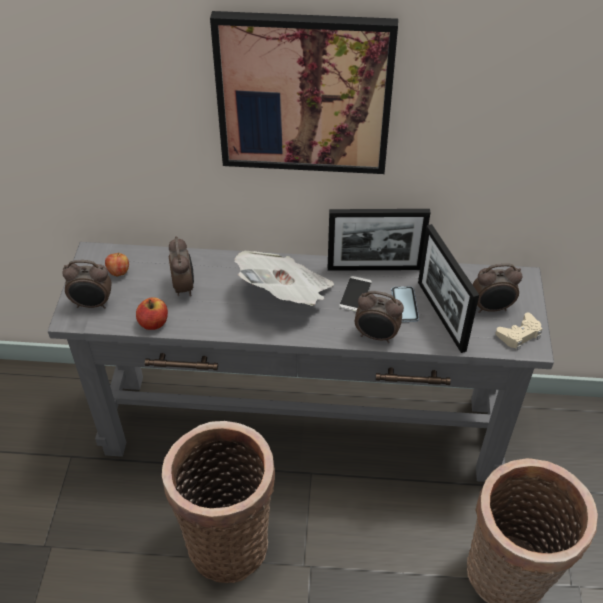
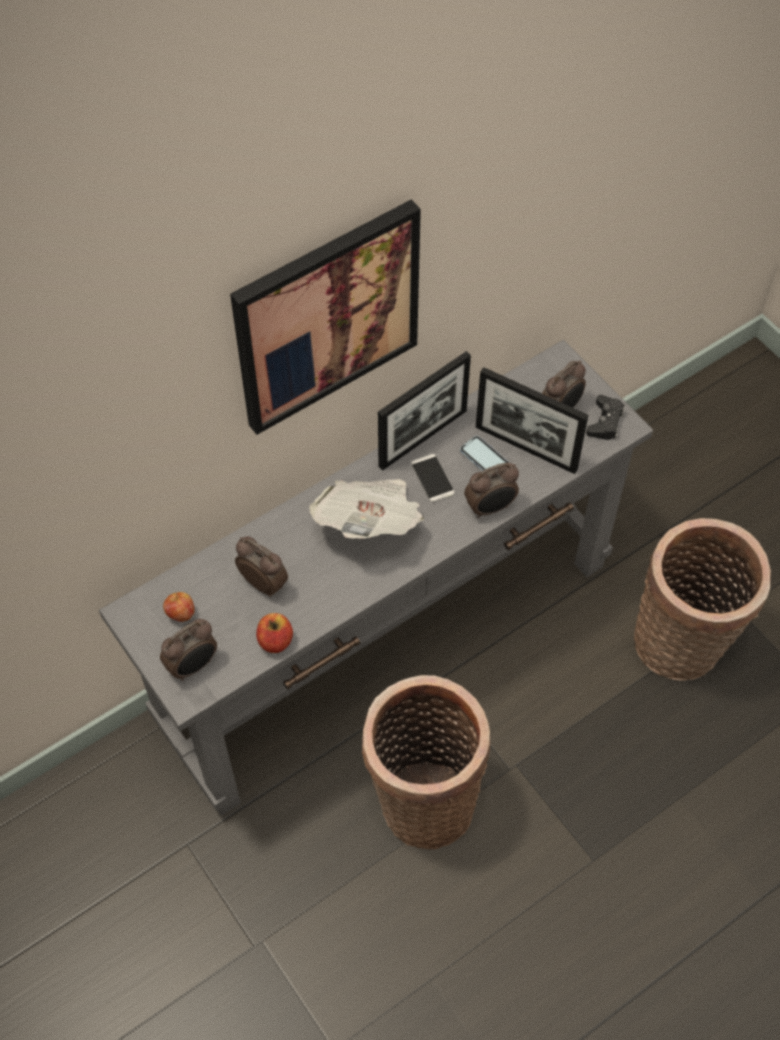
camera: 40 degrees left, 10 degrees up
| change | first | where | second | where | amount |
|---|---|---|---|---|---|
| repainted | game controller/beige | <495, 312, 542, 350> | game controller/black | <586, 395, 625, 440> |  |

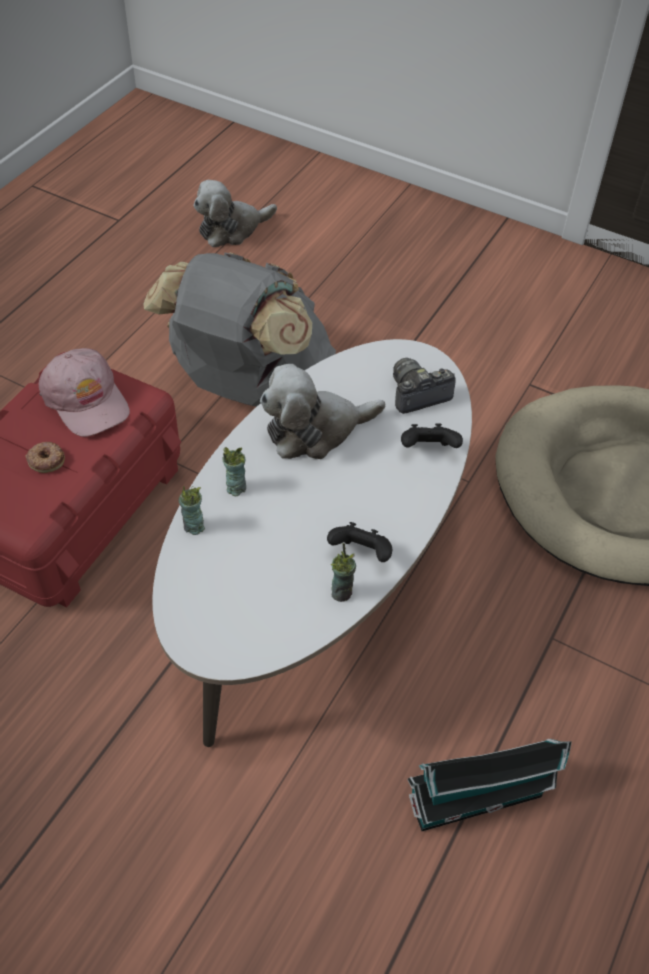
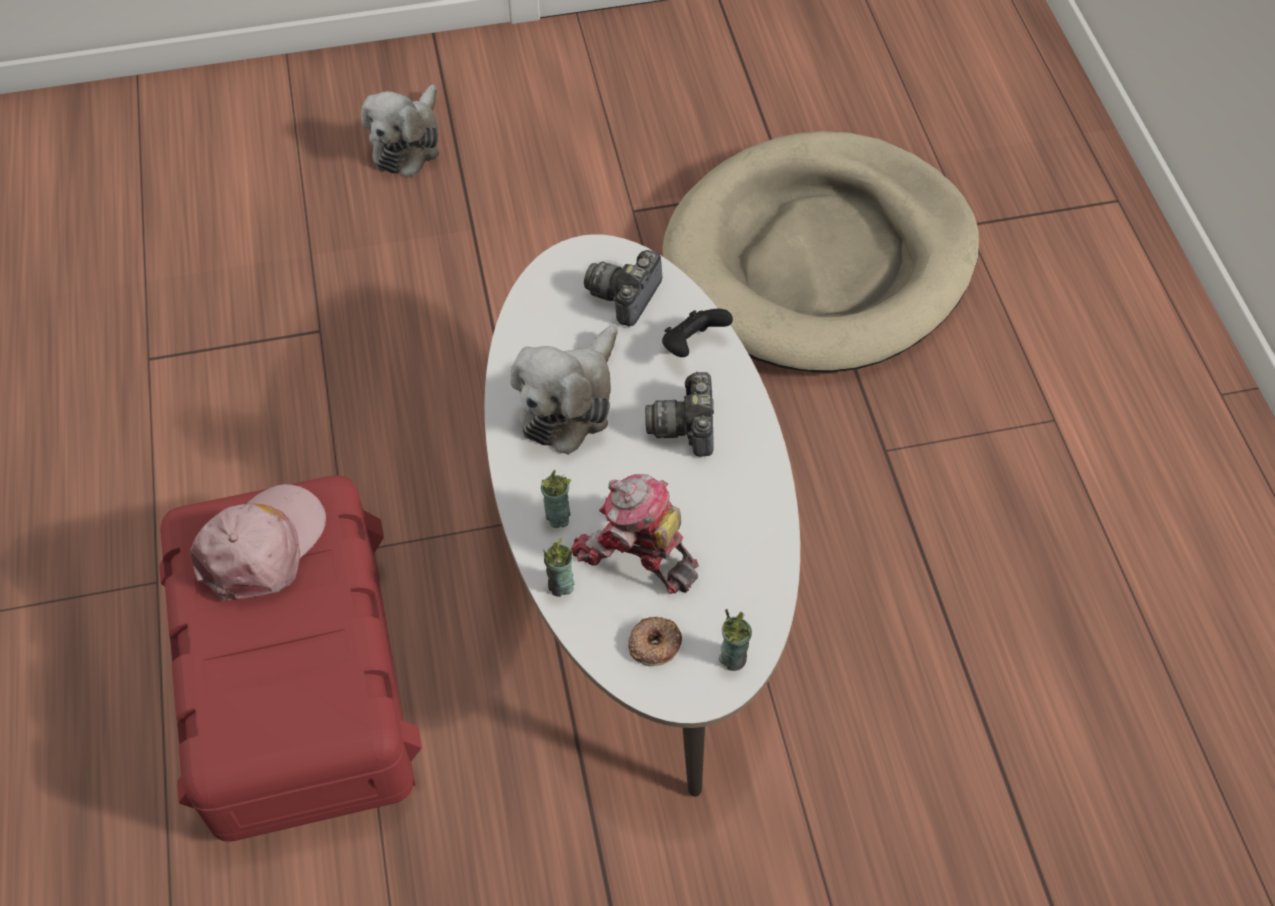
camera: 40 degrees left, 5 degrees up
| change | first | where | second | where | amount |
|---|---|---|---|---|---|
| shifted | donut | <25, 442, 65, 473> |  | <628, 617, 682, 666> |  |
| rotated | cap/pink | <39, 348, 130, 437> |  | <190, 484, 326, 601> | 75 degrees counterclockwise |
| gone | backpack/grey | <143, 252, 336, 407> |  |  |  |
| shifted | plush toy | <193, 180, 277, 247> |  | <361, 84, 440, 177> |  |
| gone | game controller/black | <327, 522, 392, 562> |  |  |  |
| shifted | cup | <331, 543, 356, 602> |  | <719, 609, 752, 671> |  |
| gone | toy house | <407, 739, 572, 831> |  |  |  |
| new |  |  | toy robot | <571, 474, 699, 594> |  |
| new |  |  | photo camera | <645, 371, 714, 457> |  |

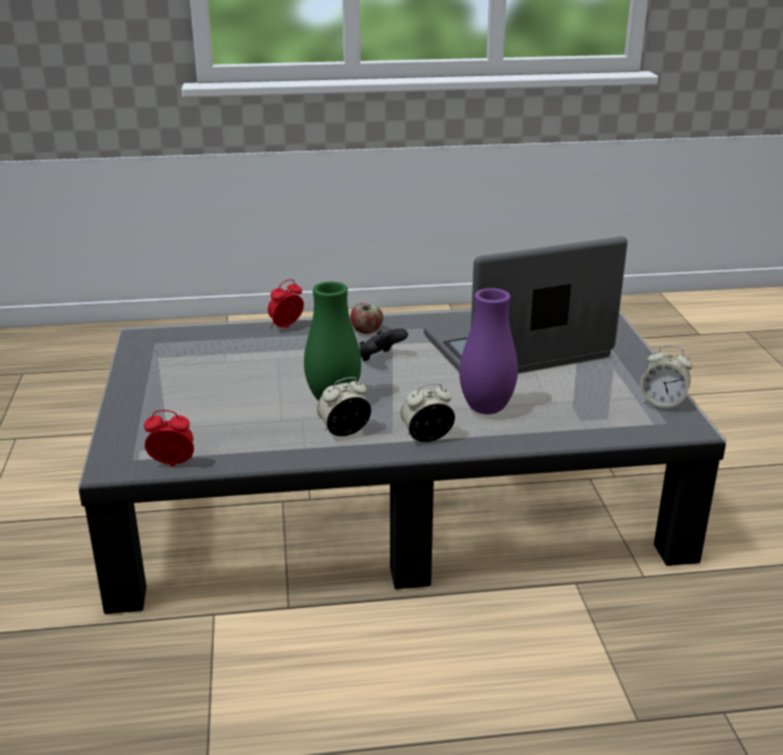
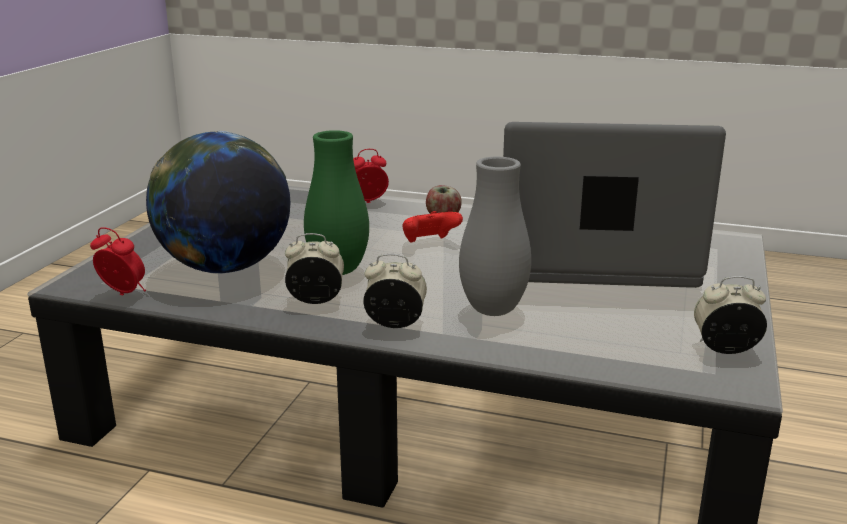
camera: 25 degrees right, 5 degrees down
| change | first | where | second | where | amount |
|---|---|---|---|---|---|
| repainted | game controller/black | <359, 328, 408, 361> | game controller/red | <403, 211, 463, 243> |  |
| repainted | vase/purple | <459, 288, 518, 414> | vase/grey | <459, 157, 531, 316> |  |
| rotated | alarm clock | <640, 345, 692, 410> |  | <694, 276, 767, 354> | 135 degrees clockwise |
| new |  |  | globe | <146, 131, 291, 274> |  |

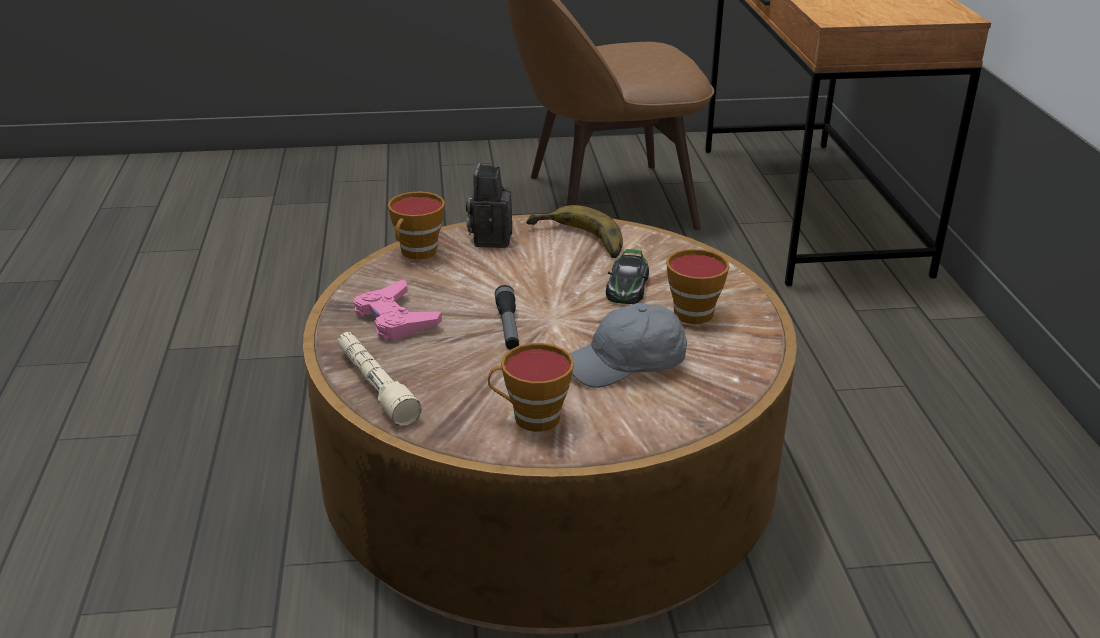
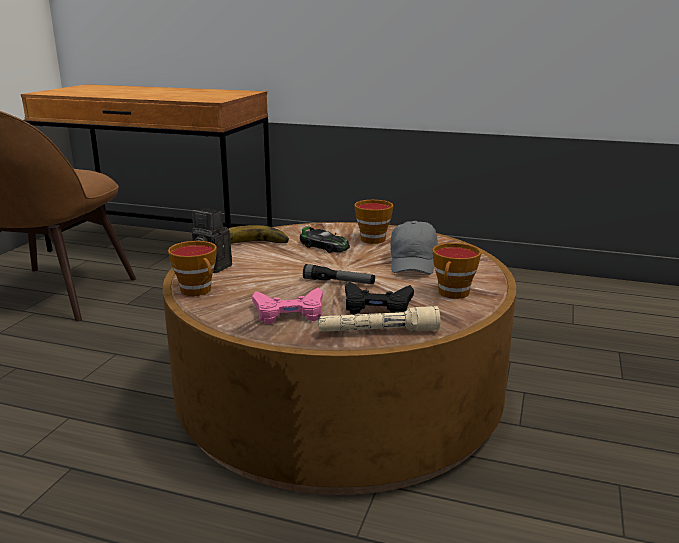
camera: 65 degrees left, 10 degrees down
| change | first | where | second | where | amount |
|---|---|---|---|---|---|
| new |  |  | game controller/black | <345, 282, 414, 315> |  |

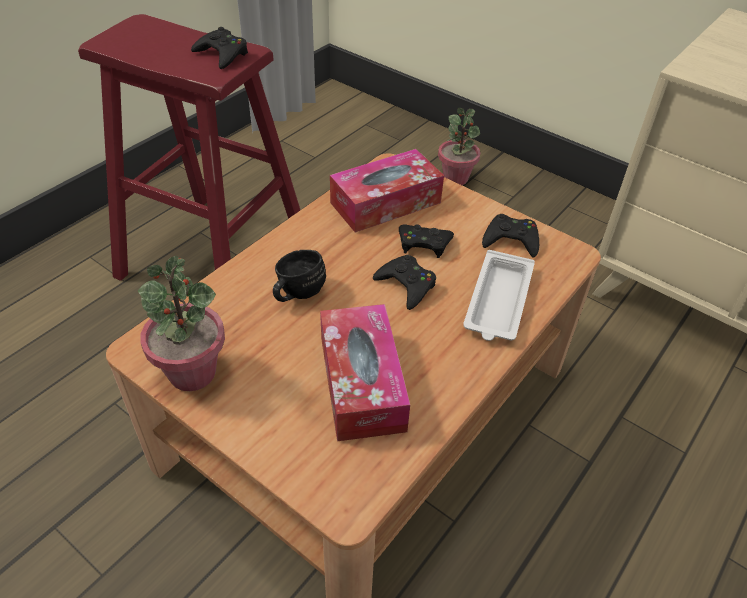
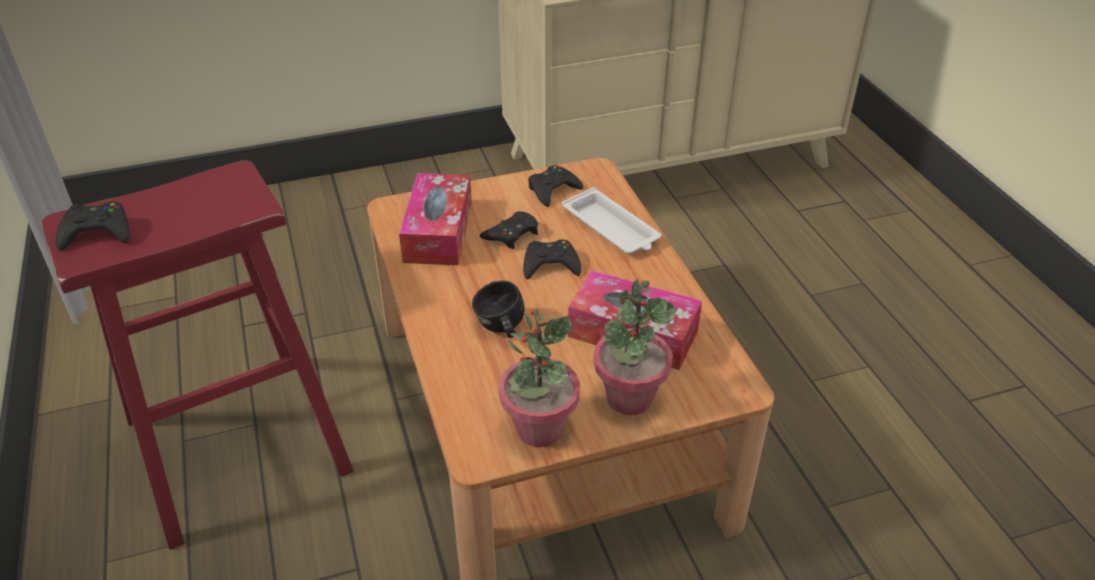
camera: 55 degrees left, 5 degrees down
| change | first | where | second | where | amount |
|---|---|---|---|---|---|
| shifted | game controller/black | <191, 27, 248, 69> |  | <55, 202, 130, 251> |  |
| shifted | potted plant | <438, 108, 481, 185> |  | <593, 279, 677, 415> |  |

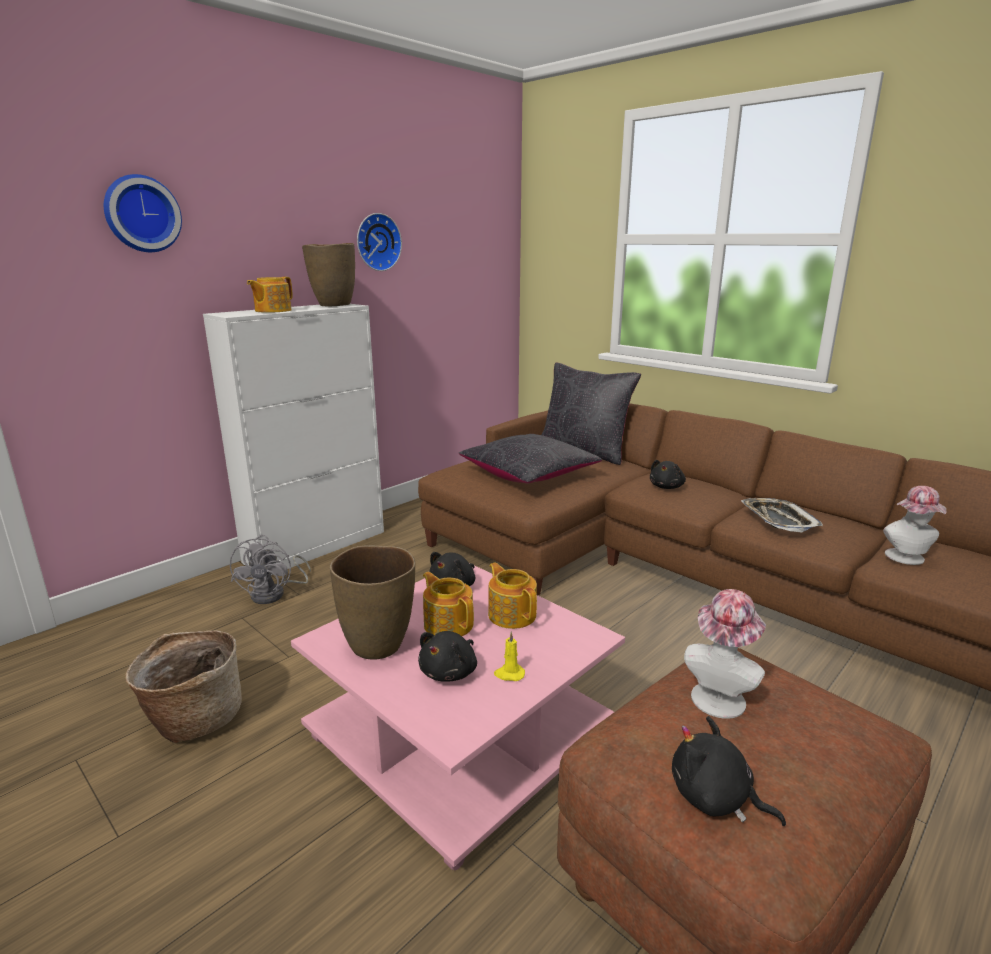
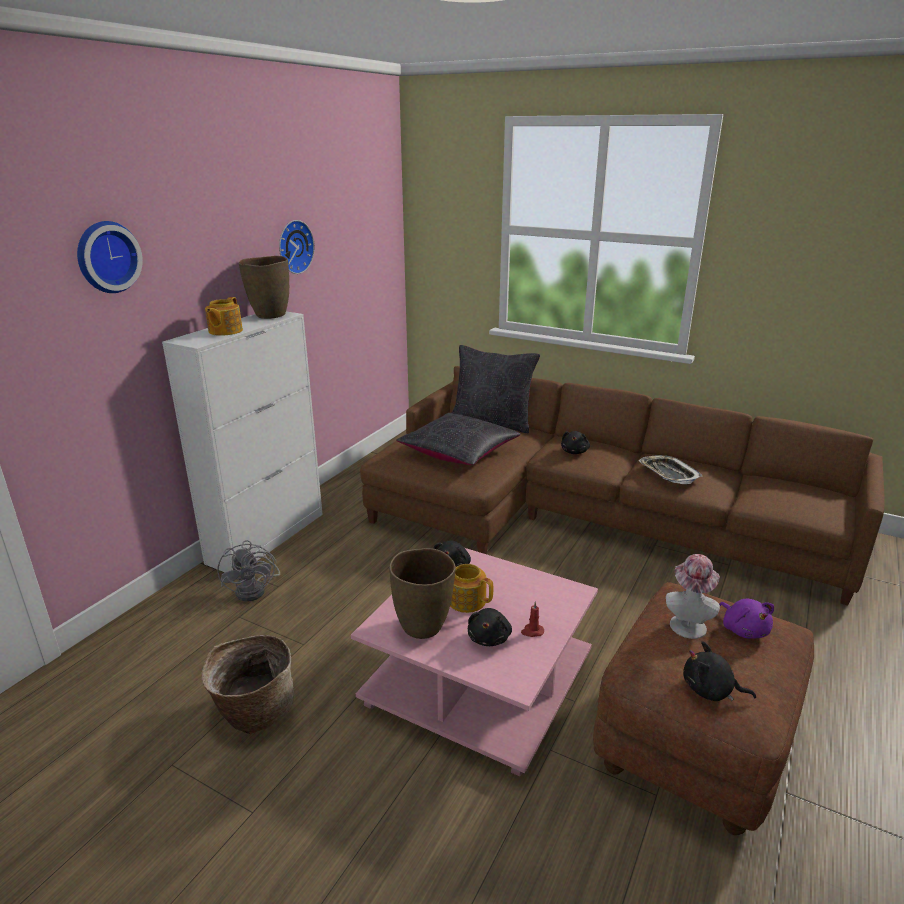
camera: 15 degrees left, 5 degrees up
| change | first | where | second | where | amount |
|---|---|---|---|---|---|
| gone | teapot | <488, 563, 537, 629> |  |  |  |
| repainted | candle/yellow | <494, 632, 525, 681> | candle/red | <521, 601, 544, 637> |  |
| gone | hat | <883, 486, 947, 565> |  |  |  |
| new |  |  | plush toy/purple | <719, 599, 774, 639> |  |

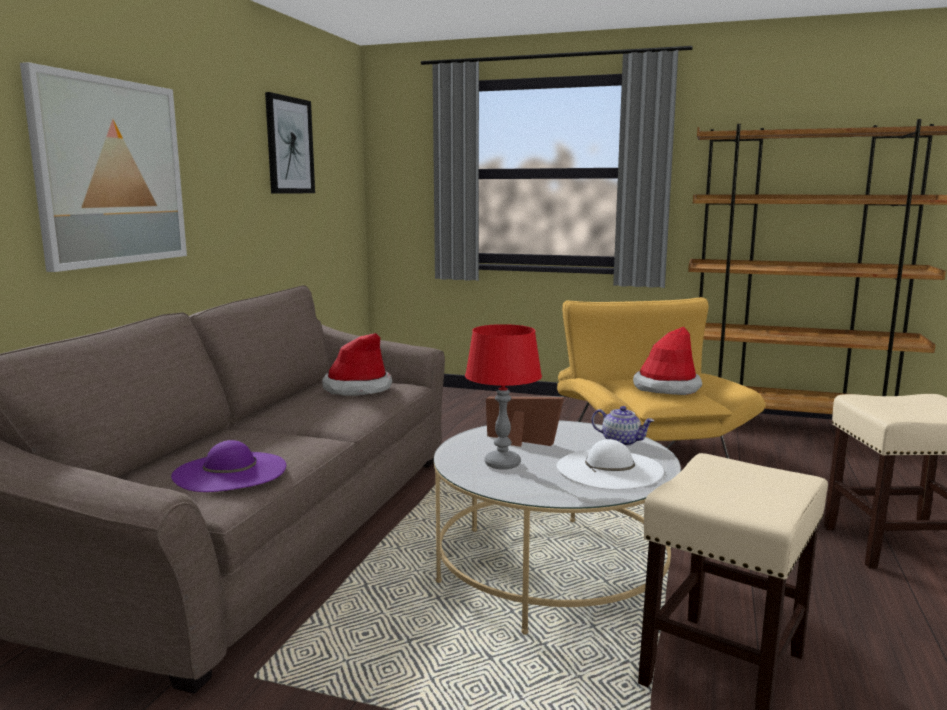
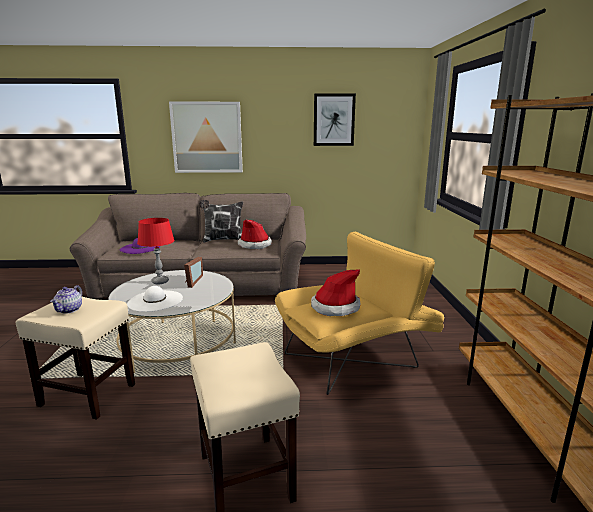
camera: 70 degrees right, 5 degrees up
| change | first | where | second | where | amount |
|---|---|---|---|---|---|
| shifted | teapot | <591, 406, 654, 446> |  | <50, 285, 82, 313> |  |
| new |  |  | pillow | <200, 200, 243, 243> |  |

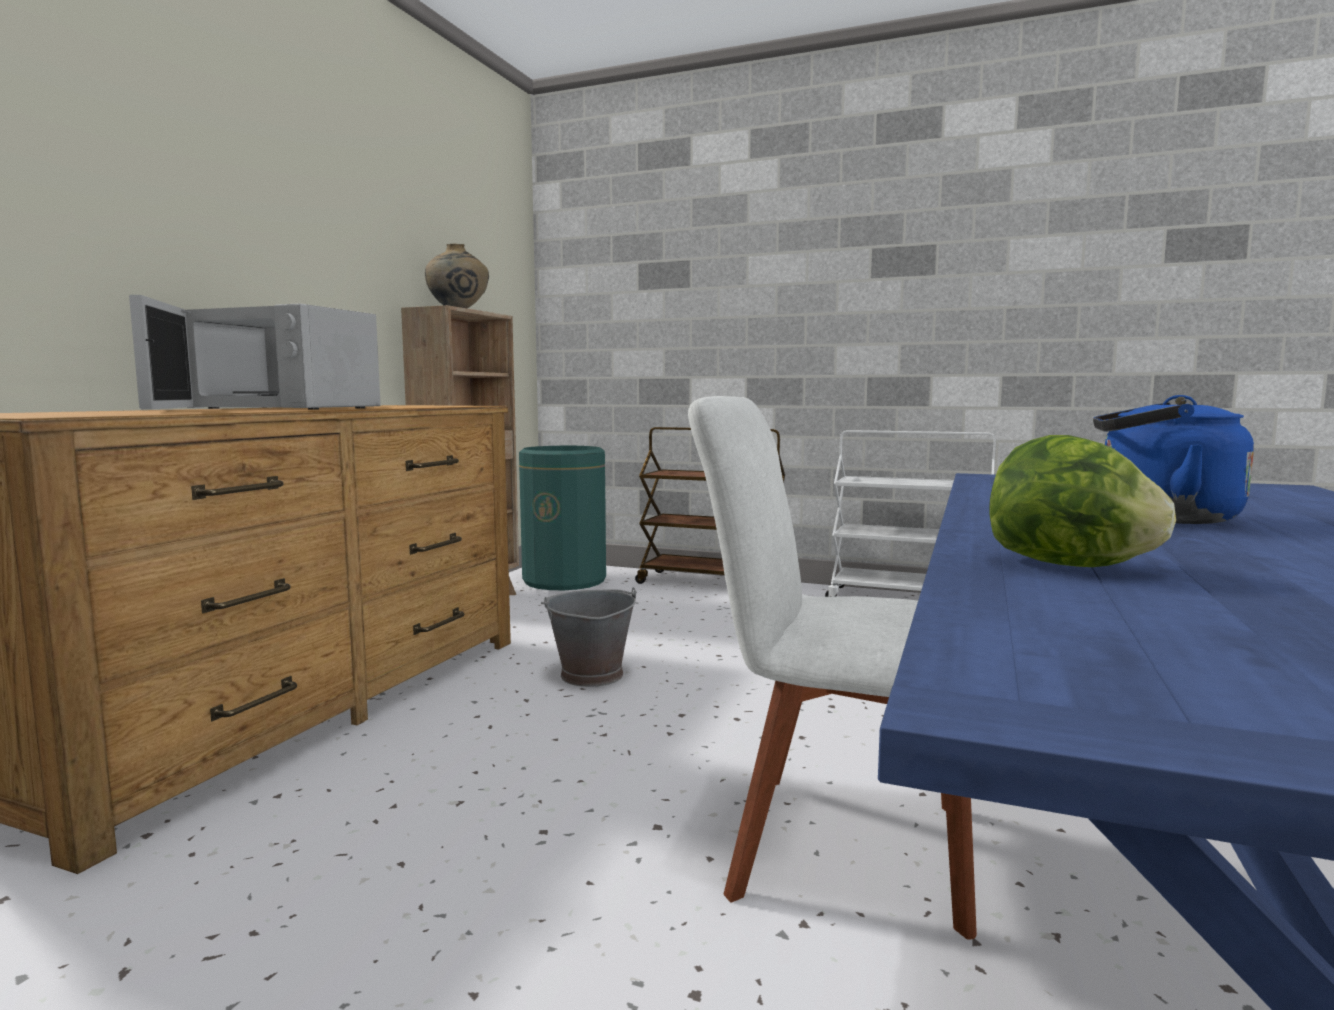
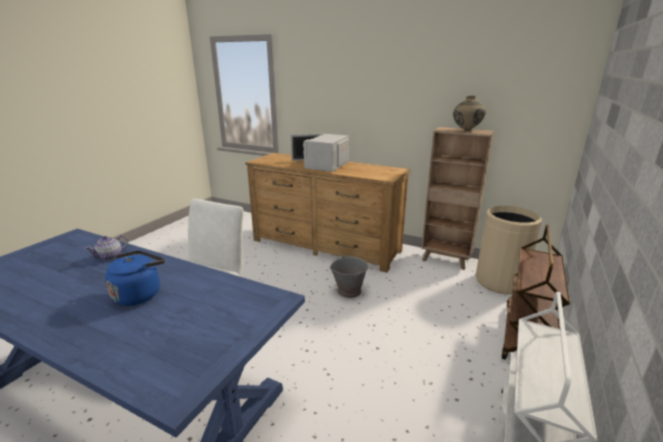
camera: 95 degrees right, 15 degrees up
| change | first | where | second | where | amount |
|---|---|---|---|---|---|
| repainted | trash can/green | <519, 446, 606, 590> | trash can/beige | <476, 206, 542, 294> |  |
| swapped | lettuce | <989, 435, 1176, 567> | teapot | <85, 235, 128, 261> |  |

